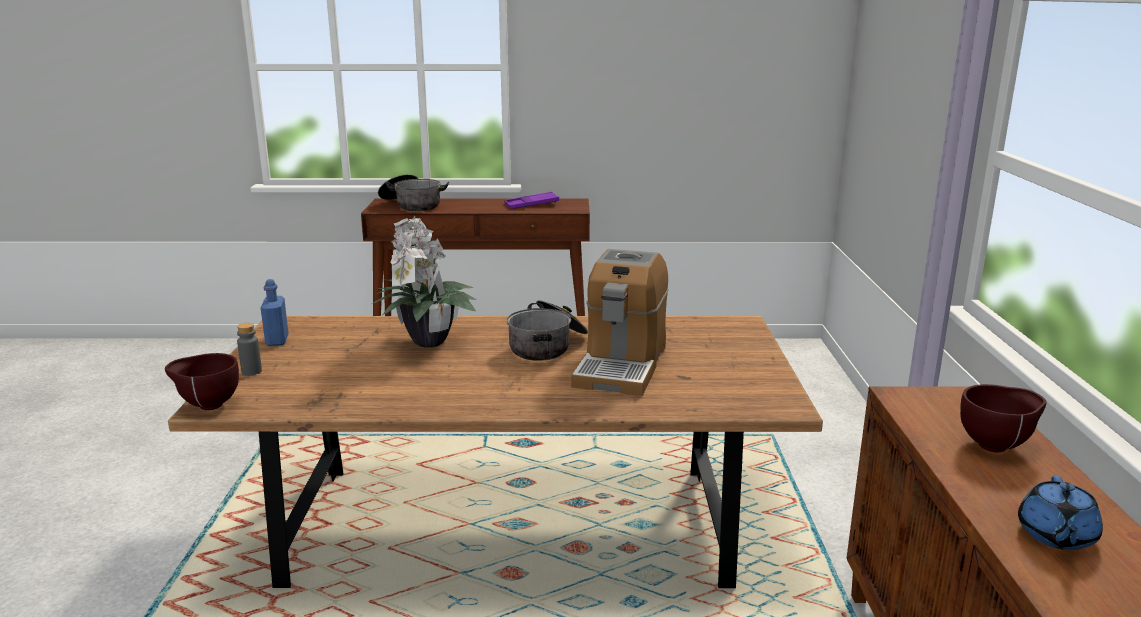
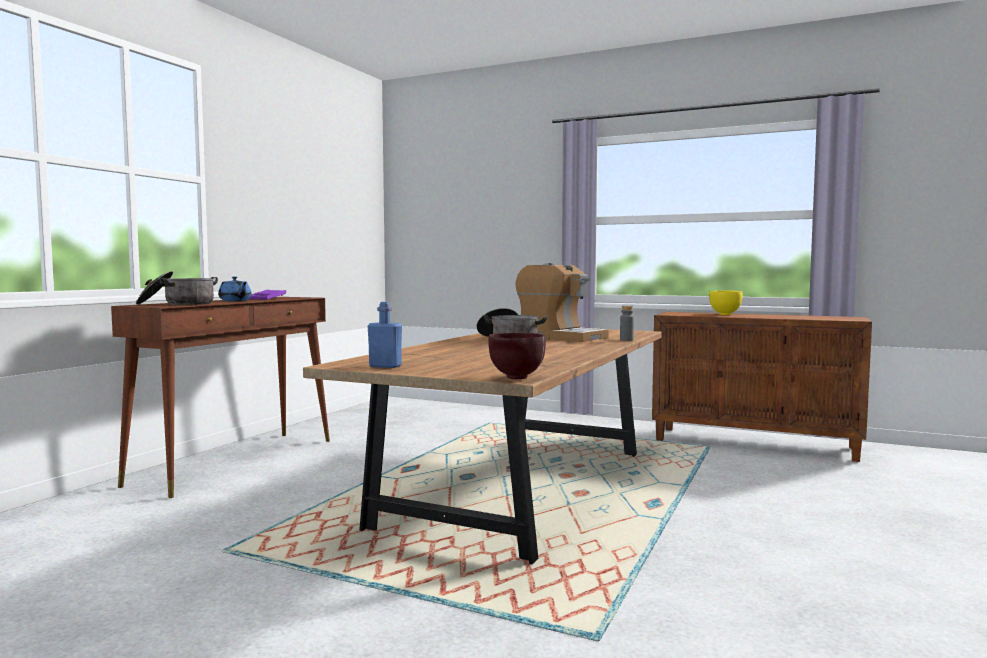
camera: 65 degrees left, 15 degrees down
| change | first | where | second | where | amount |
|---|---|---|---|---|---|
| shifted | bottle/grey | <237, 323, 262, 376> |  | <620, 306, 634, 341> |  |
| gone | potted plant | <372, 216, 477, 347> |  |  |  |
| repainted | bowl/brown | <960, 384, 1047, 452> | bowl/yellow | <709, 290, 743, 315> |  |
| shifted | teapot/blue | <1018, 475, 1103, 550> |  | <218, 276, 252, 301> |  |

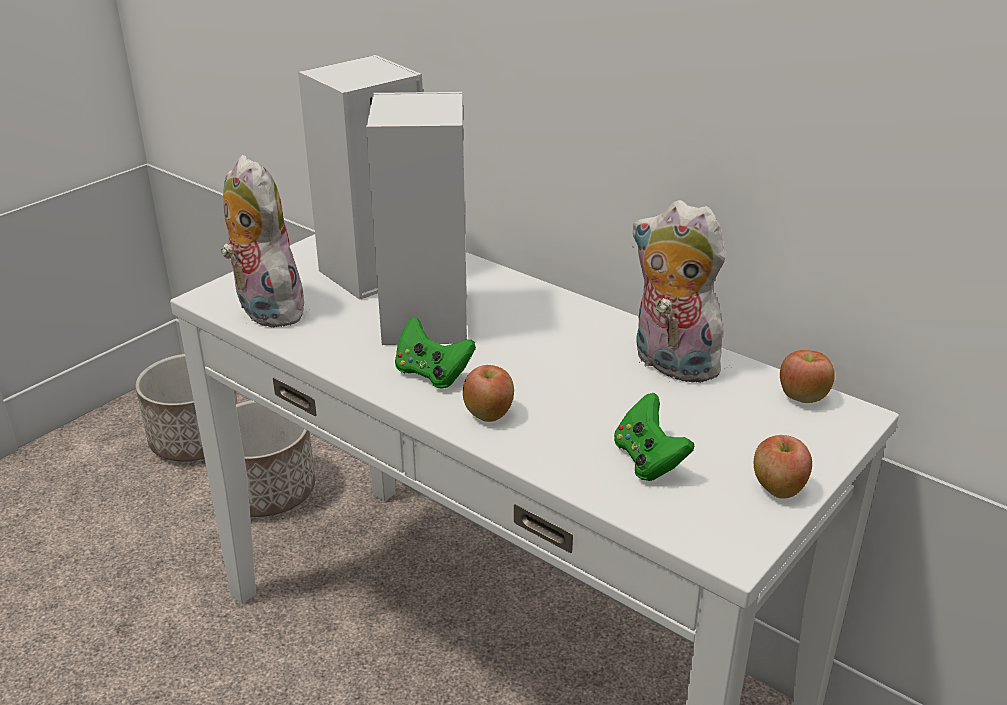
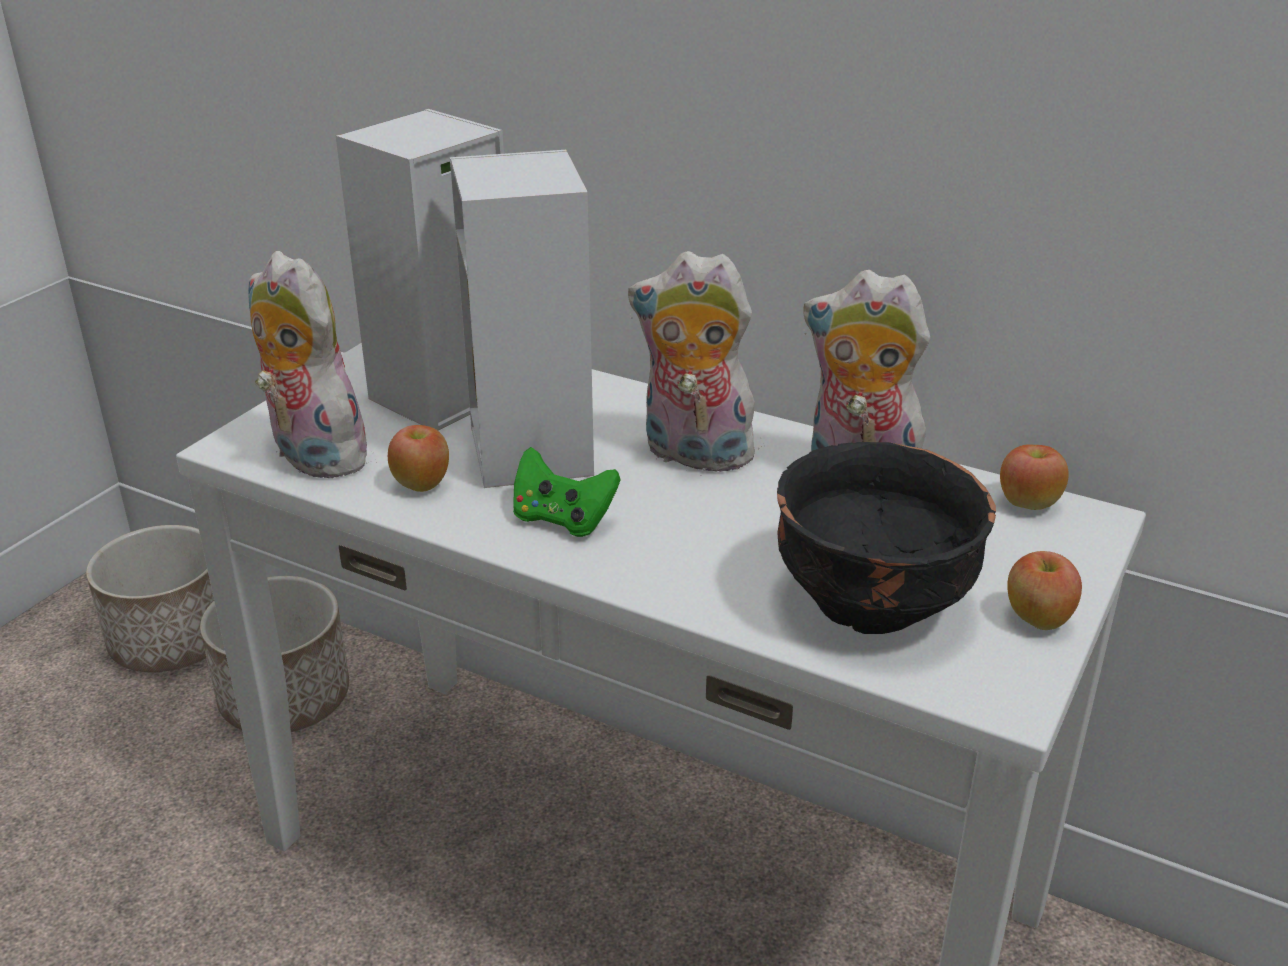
camera: 10 degrees left, 0 degrees up
| change | first | where | second | where | amount |
|---|---|---|---|---|---|
| shifted | apple | <463, 365, 514, 422> |  | <388, 425, 449, 492> |  |
| swapped | game controller/green | <614, 393, 694, 481> | bowl/black | <777, 442, 996, 634> |  |
| new |  |  | plush toy | <628, 251, 761, 476> |  |

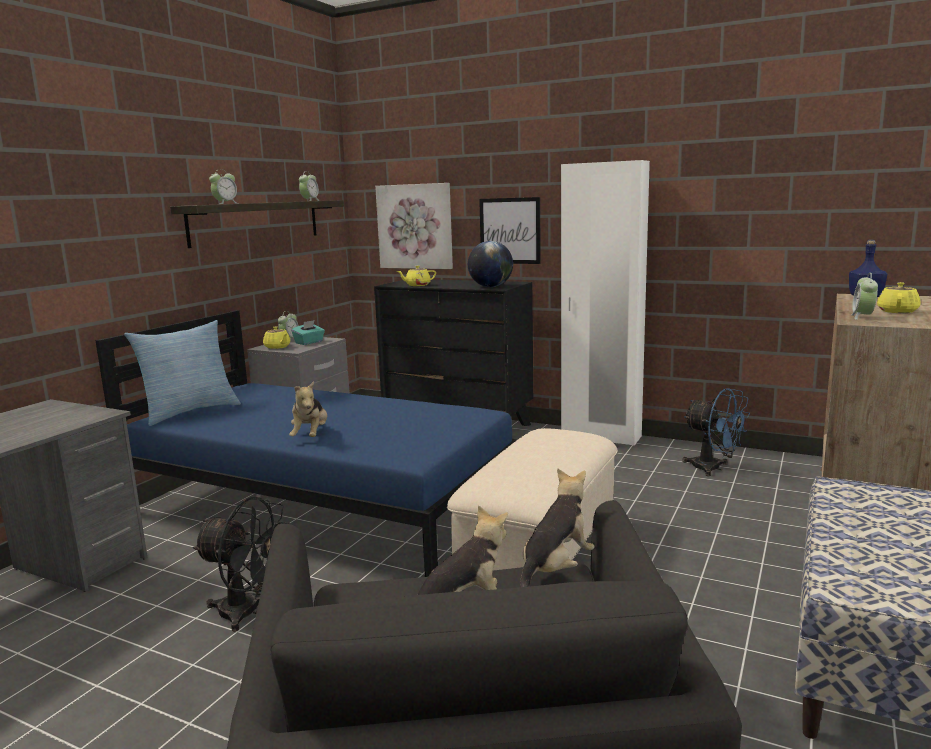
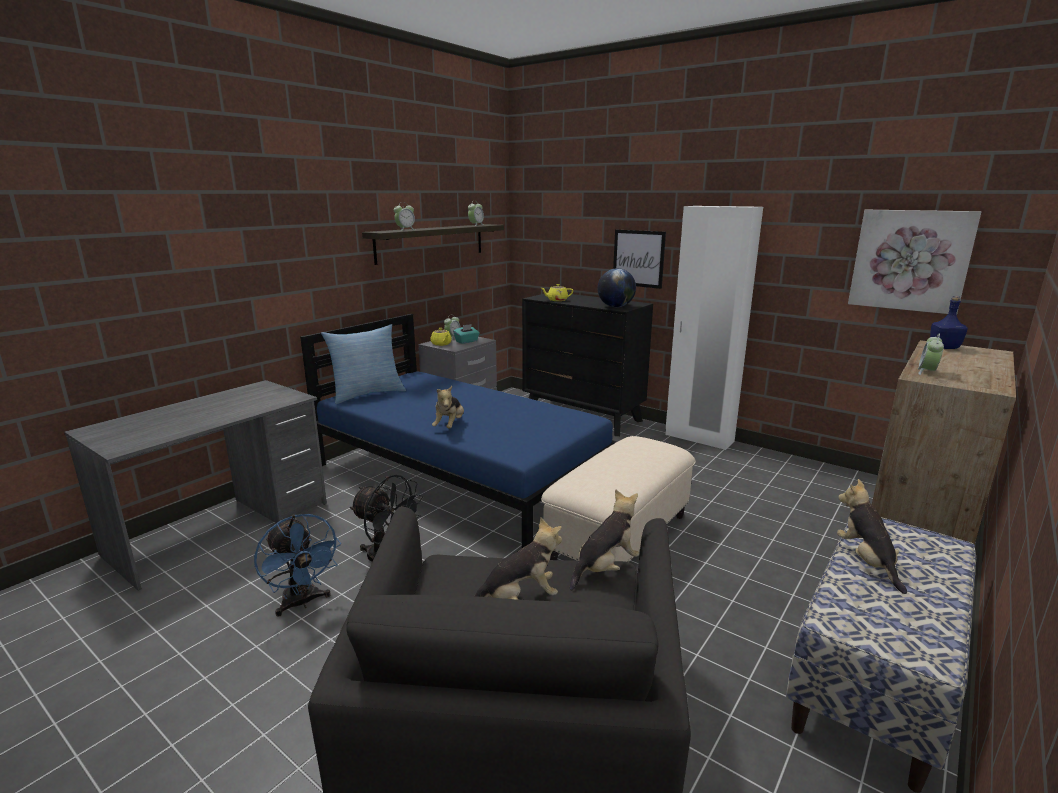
camera: 10 degrees right, 5 degrees up
| change | first | where | second | where | amount |
|---|---|---|---|---|---|
| shifted | picture | <375, 183, 453, 269> |  | <848, 210, 982, 314> |  |
| shifted | fan/blue | <682, 388, 750, 476> |  | <254, 514, 341, 617> |  |
| gone | teapot/yellow | <877, 282, 921, 313> |  |  |  |
| new |  |  | plush toy | <837, 479, 907, 594> |  |

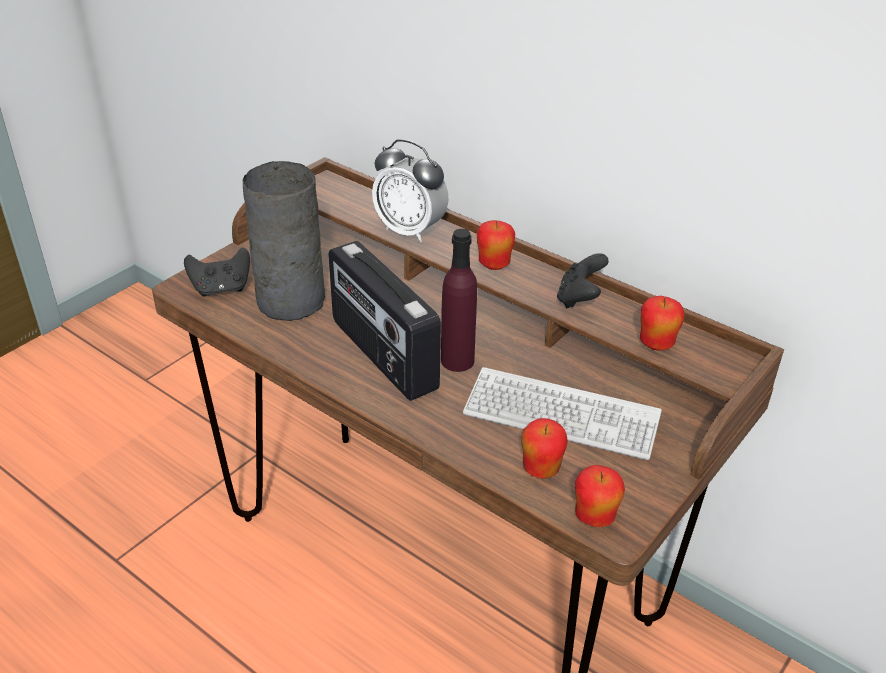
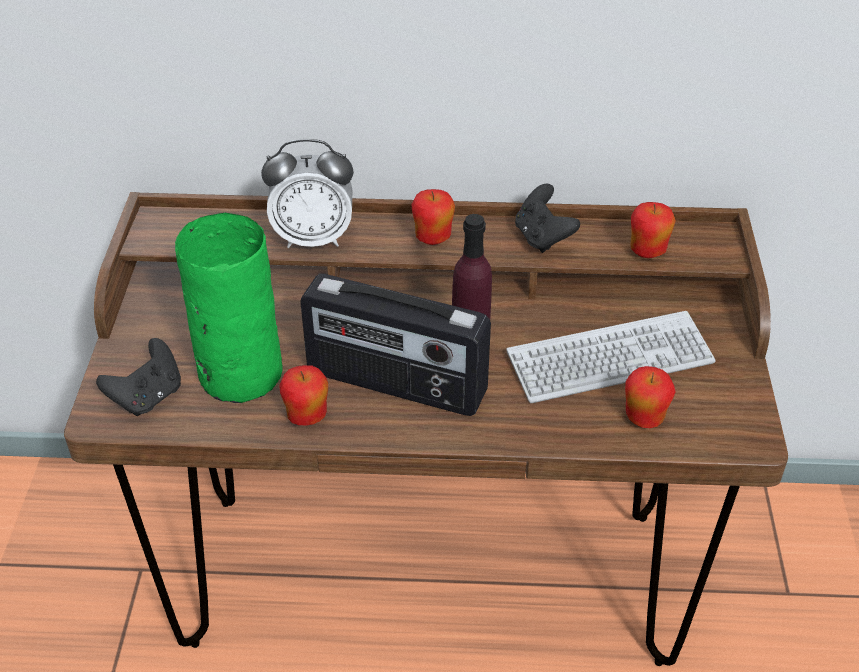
camera: 35 degrees left, 5 degrees up
| change | first | where | second | where | amount |
|---|---|---|---|---|---|
| repainted | vase/grey | <243, 161, 325, 321> | vase/green | <175, 213, 283, 403> |  |
| shifted | apple | <575, 465, 625, 527> |  | <279, 365, 328, 425> |  |

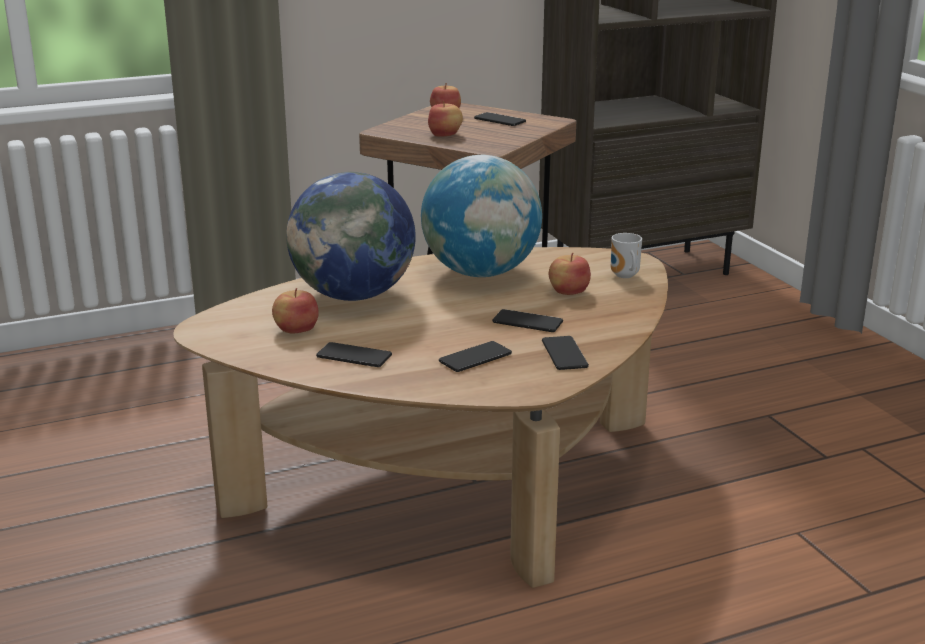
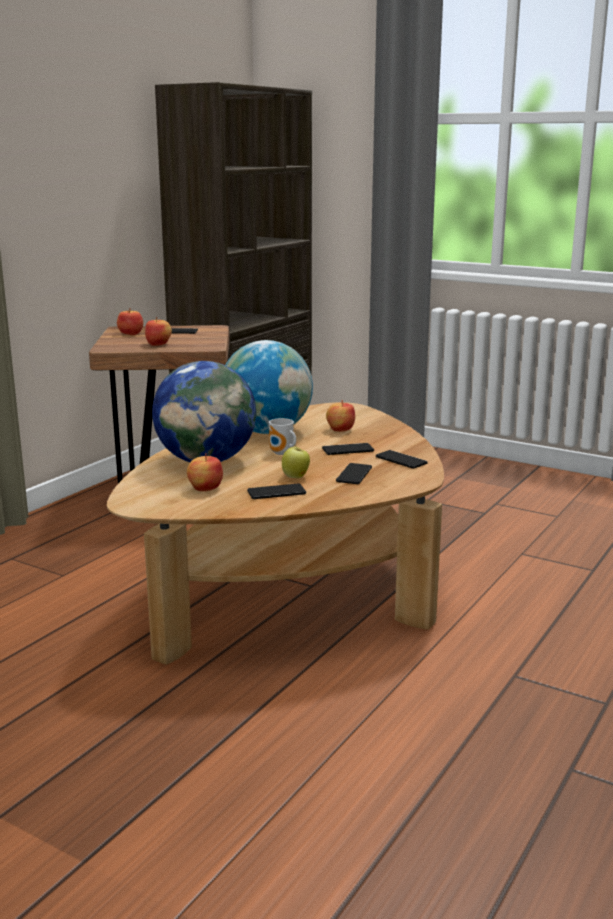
camera: 35 degrees left, 5 degrees down
| change | first | where | second | where | amount |
|---|---|---|---|---|---|
| shifted | mug | <611, 233, 642, 278> |  | <269, 418, 296, 455> |  |
| new |  |  | apple | <282, 445, 310, 478> |  |

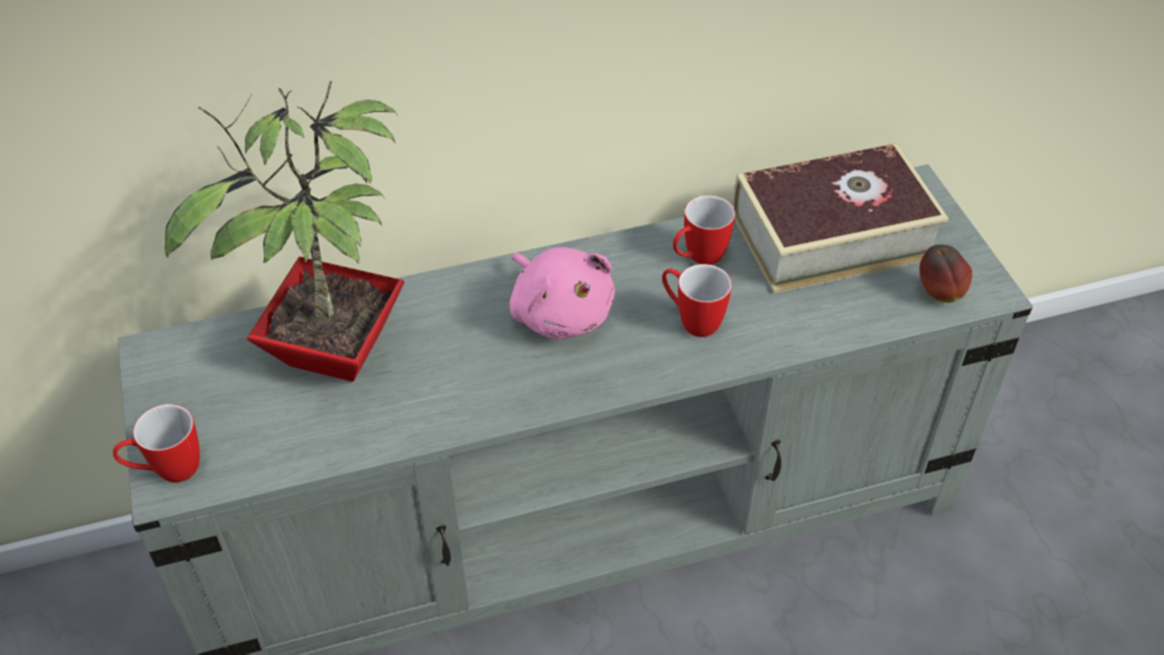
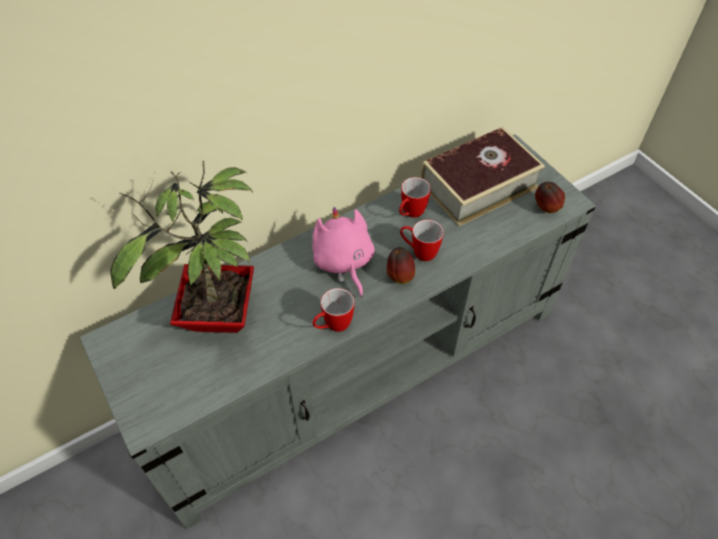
camera: 15 degrees left, 5 degrees up
| change | first | where | second | where | amount |
|---|---|---|---|---|---|
| shifted | mug | <113, 404, 200, 482> |  | <312, 288, 354, 332> |  |
| rotated | plush toy/pink | <510, 247, 615, 339> |  | <312, 207, 375, 297> | 150 degrees counterclockwise |
| new |  |  | apple | <387, 247, 415, 284> |  |

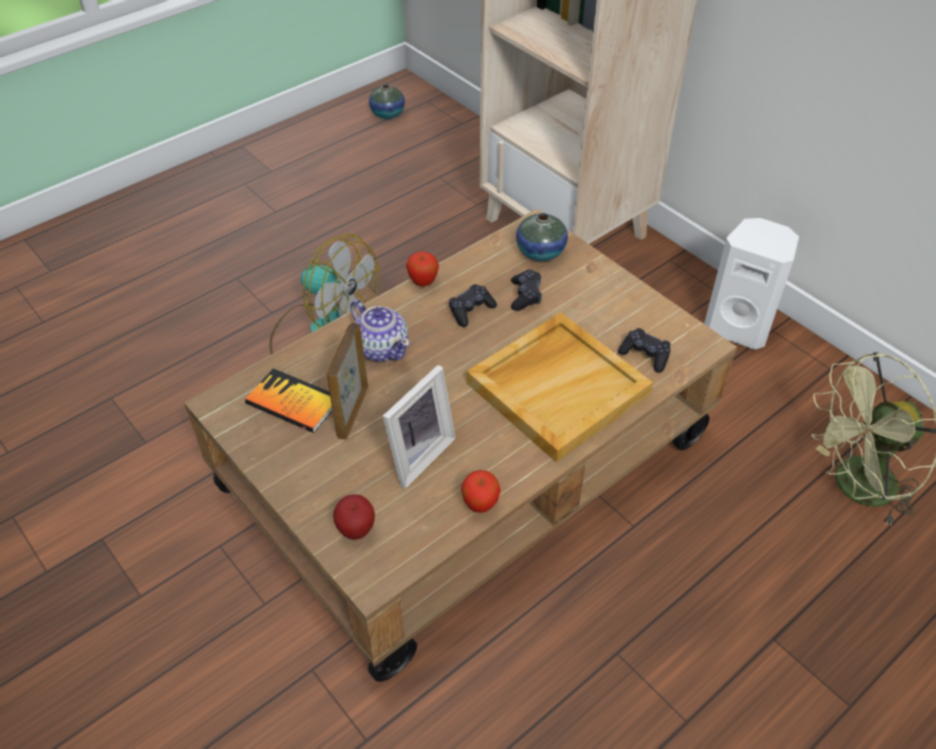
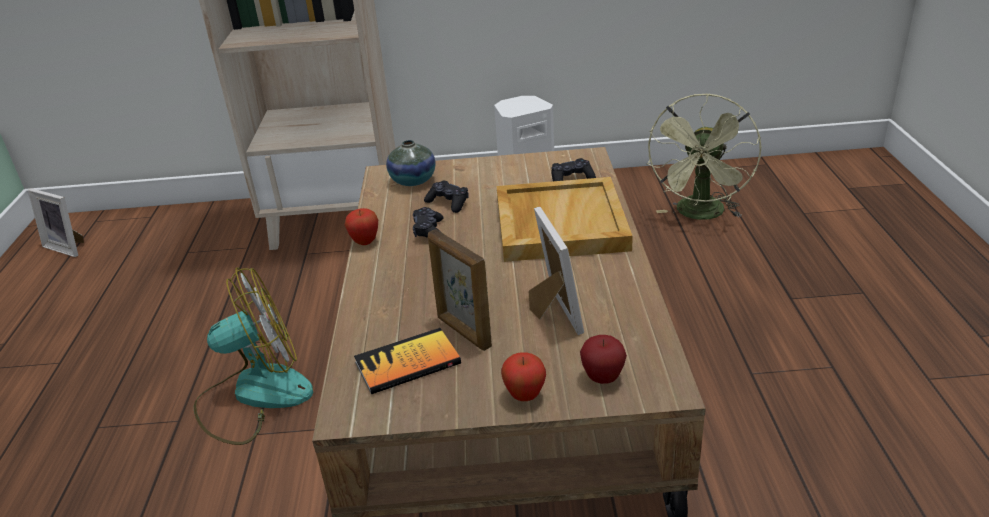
camera: 50 degrees left, 15 degrees down
| change | first | where | second | where | amount |
|---|---|---|---|---|---|
| gone | teapot | <350, 299, 410, 362> |  |  |  |
| swapped | vase | <369, 84, 405, 119> | picture frame | <28, 188, 84, 257> |  |
| shifted | apple | <461, 470, 501, 513> |  | <501, 352, 546, 401> |  |

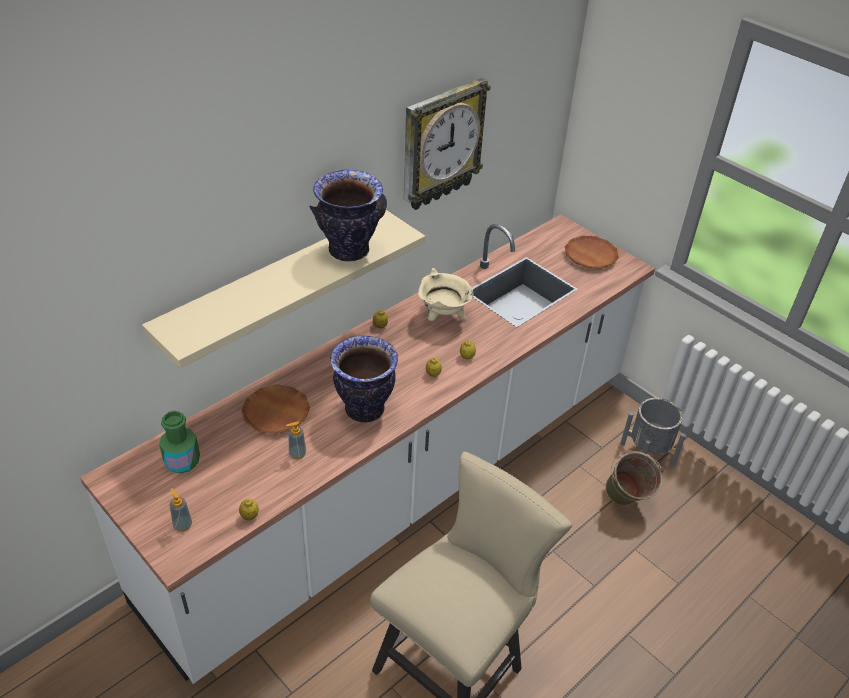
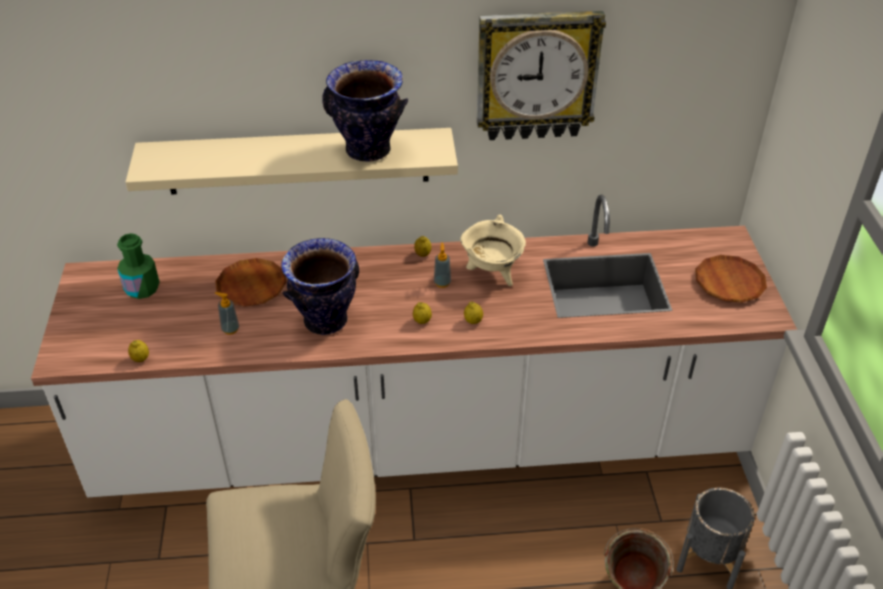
camera: 40 degrees right, 0 degrees up
| change | first | where | second | where | amount |
|---|---|---|---|---|---|
| shifted | soap dispenser | <170, 488, 192, 532> |  | <434, 243, 451, 288> |  |

